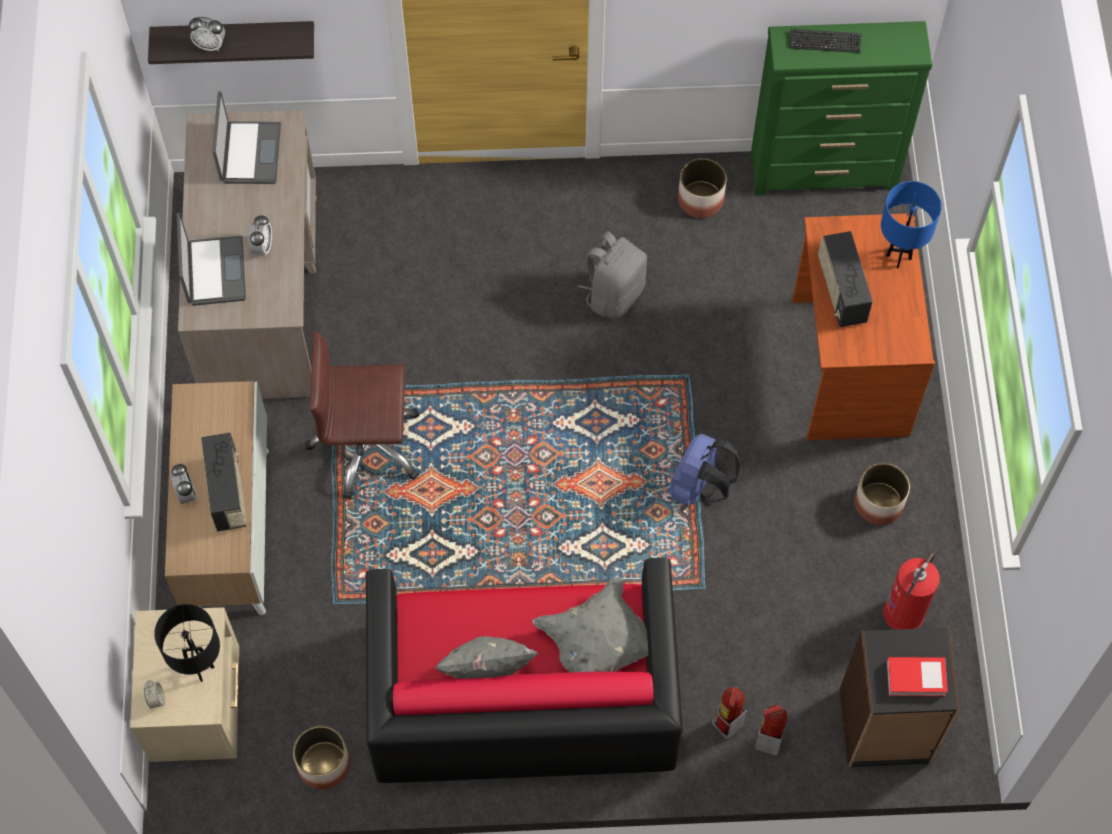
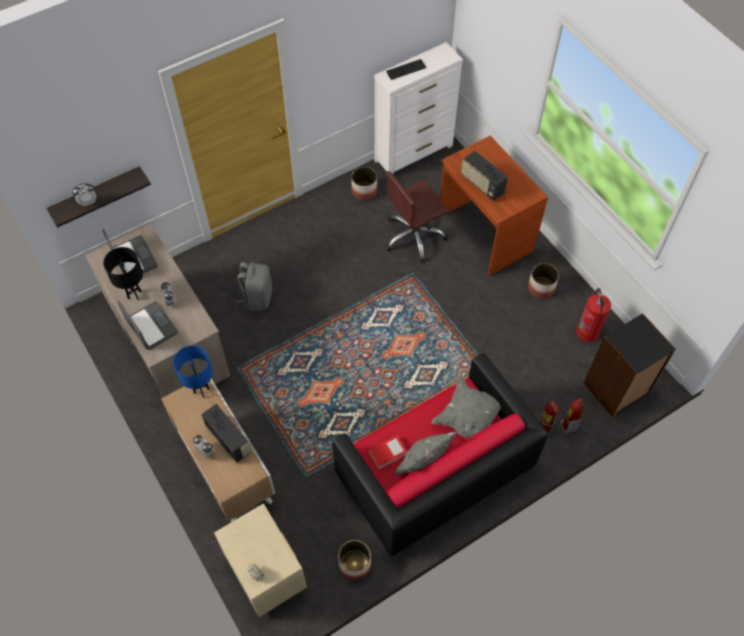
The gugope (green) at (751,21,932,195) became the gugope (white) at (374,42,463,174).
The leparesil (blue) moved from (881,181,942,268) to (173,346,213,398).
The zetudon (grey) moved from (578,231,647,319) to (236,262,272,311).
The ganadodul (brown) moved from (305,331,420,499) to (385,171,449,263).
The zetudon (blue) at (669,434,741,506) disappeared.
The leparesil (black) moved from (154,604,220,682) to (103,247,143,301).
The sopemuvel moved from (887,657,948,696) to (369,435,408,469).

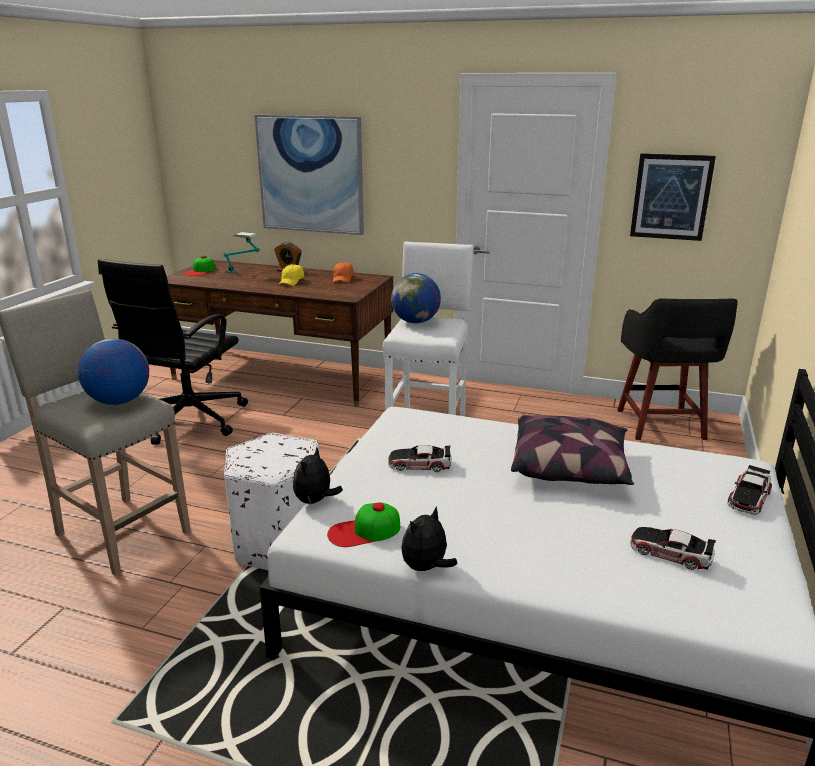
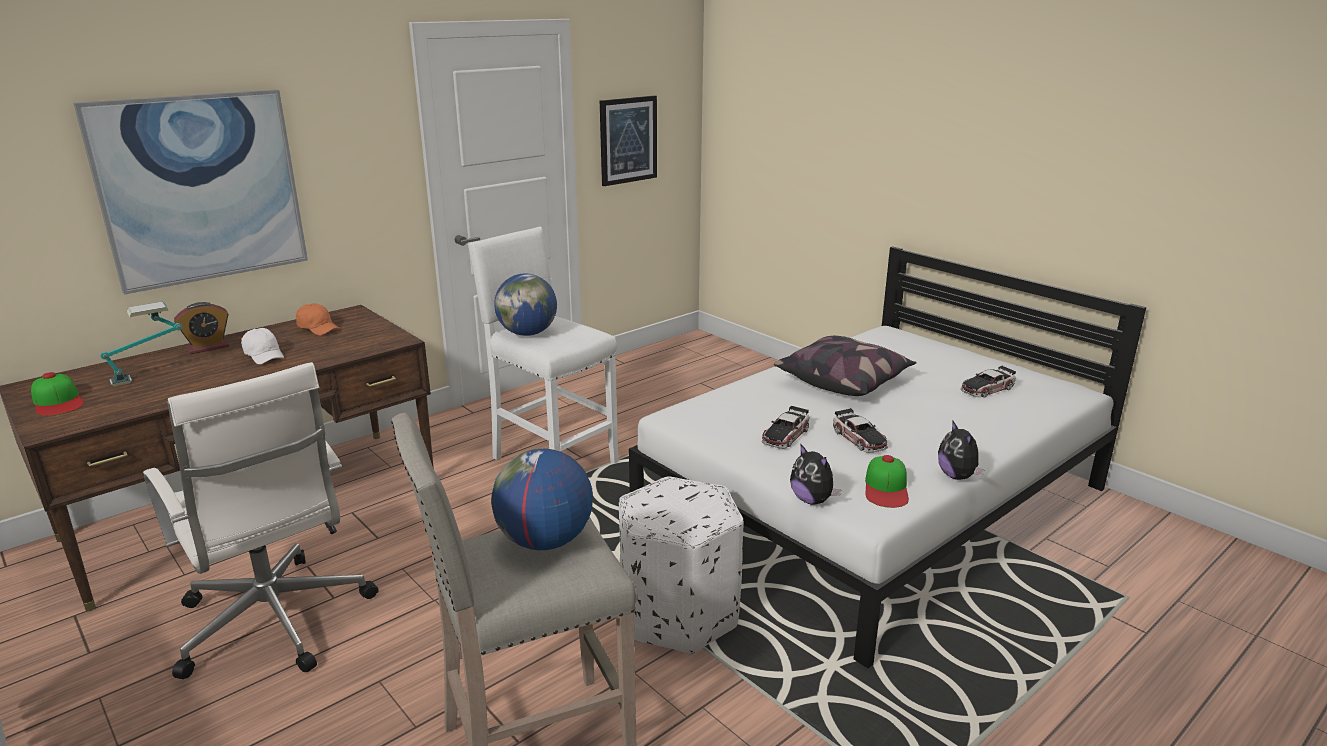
The ganadodul (black) at (98,259,248,445) became the ganadodul (white) at (143,362,378,679).
The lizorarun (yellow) at (279,264,304,286) became the lizorarun (white) at (241,328,284,364).
The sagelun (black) at (617,298,737,440) disappeared.
The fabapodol moved from (728,465,772,515) to (833,408,888,453).

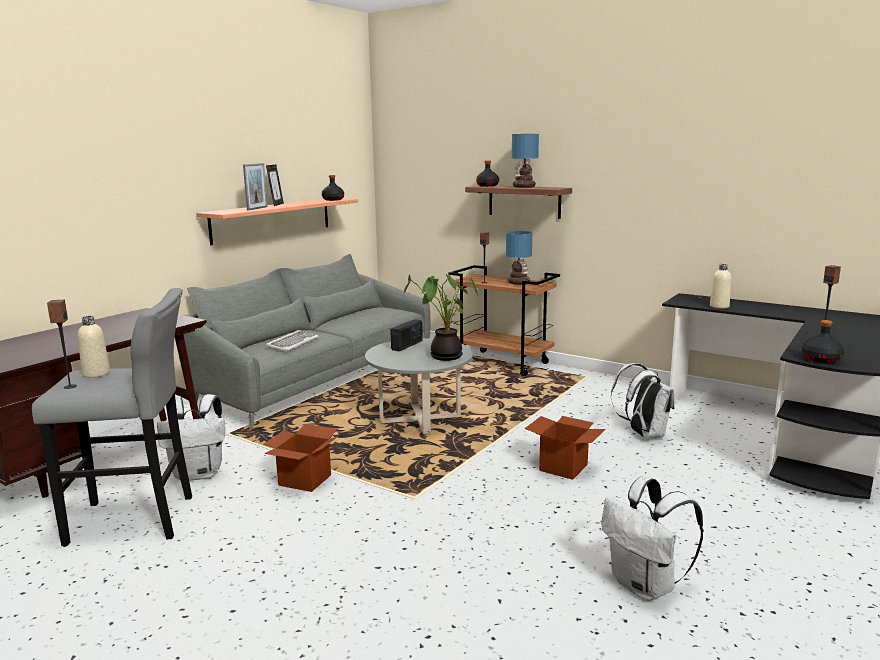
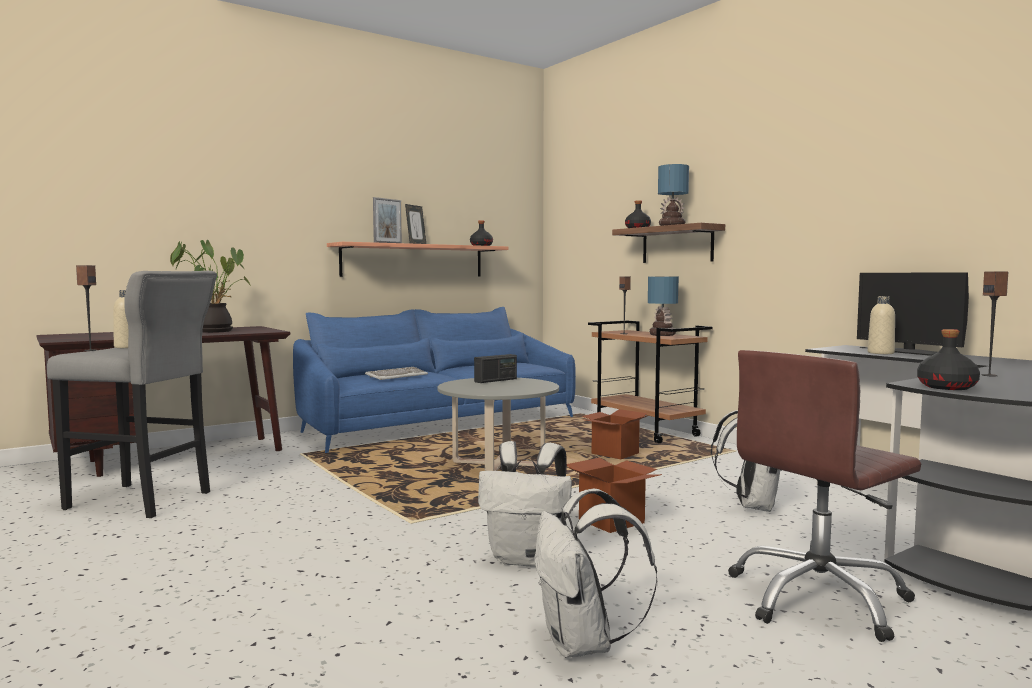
The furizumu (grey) at (183,254,430,429) became the furizumu (blue) at (293,307,576,453).
The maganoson moved from (403,274,478,361) to (170,240,251,333).
The zetudon (white) moved from (157,394,225,481) to (478,441,572,567).
The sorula moved from (263,424,338,492) to (582,409,649,459).
The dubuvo at (857,272,969,356) appeared.
The ganadodul (brown) at (728,350,921,642) appeared.

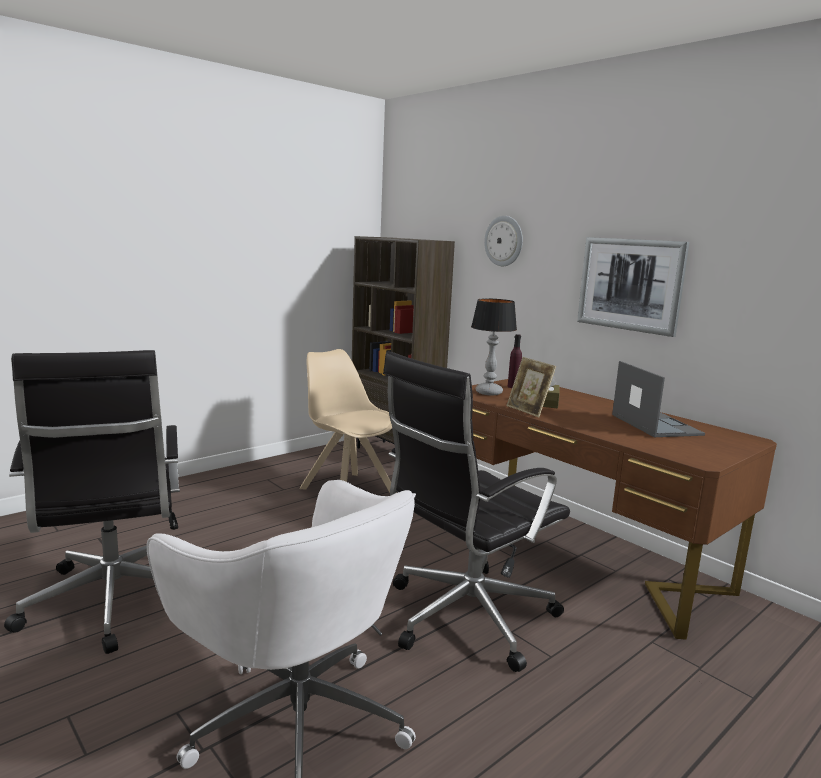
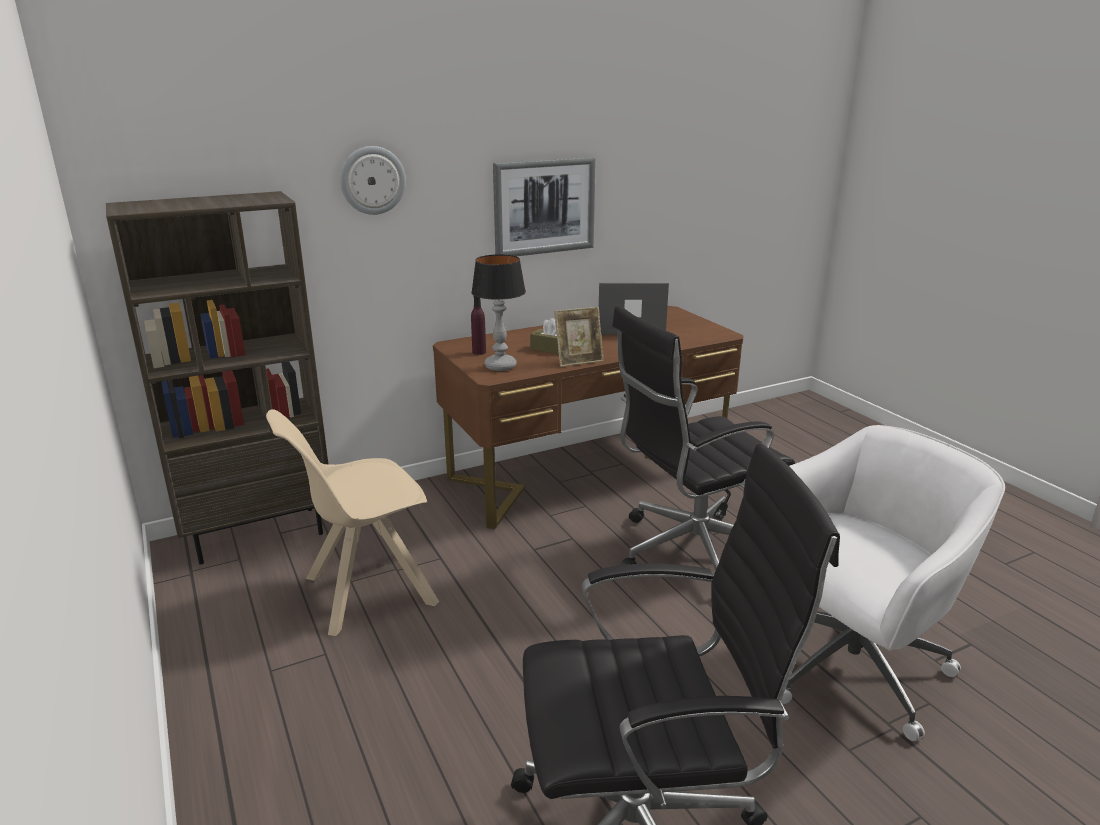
The ganadodul (black) at (383,351,570,672) turned 90 degrees clockwise.

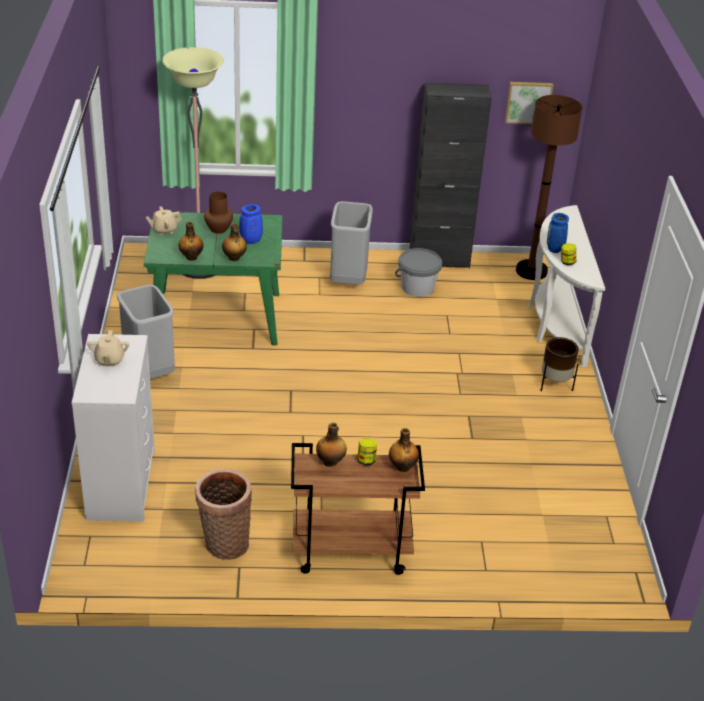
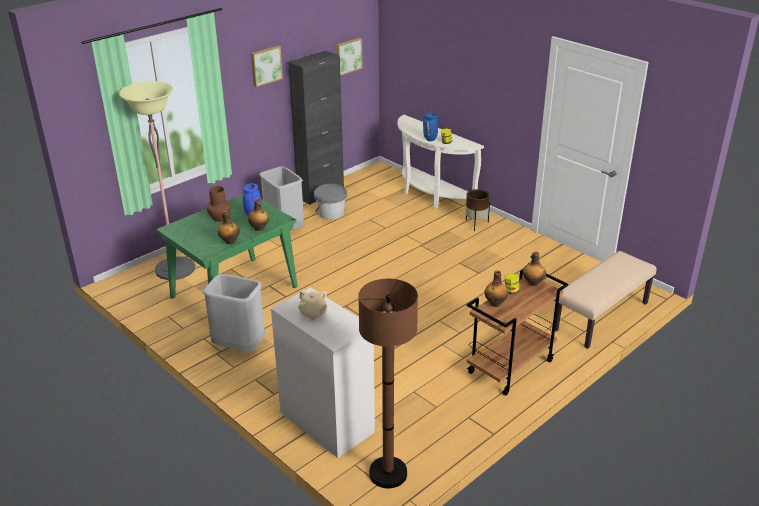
The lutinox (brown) moved from (516,95,582,280) to (358,279,418,488).
The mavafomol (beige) at (146,206,182,235) disappeared.
The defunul at (195,469,252,560) disappeared.
The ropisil at (251,46,283,87) appeared.
The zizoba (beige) at (555,251,657,349) appeared.

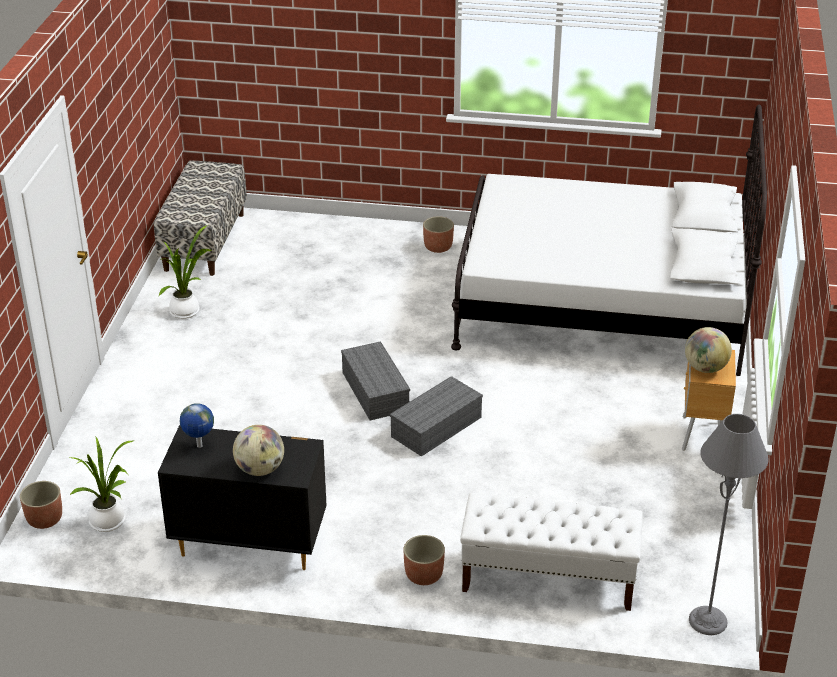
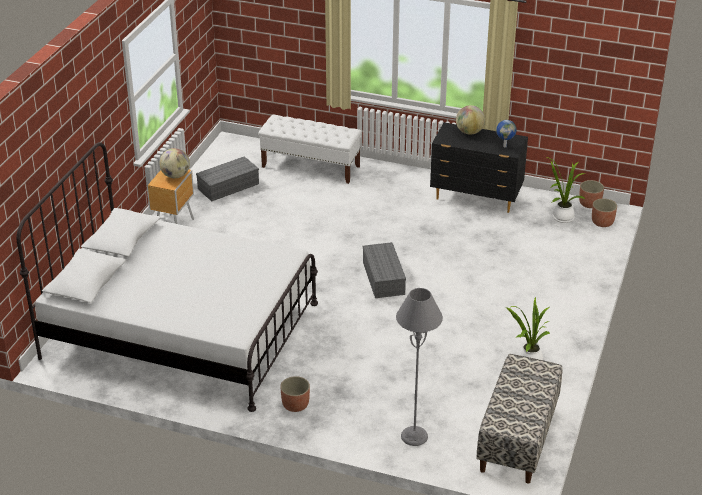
The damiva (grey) moved from (390,376,483,457) to (196,156,259,202).
The lutinox (grey) moved from (689,414,769,635) to (396,288,443,446).
The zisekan moved from (403,535,445,585) to (579,180,604,208).

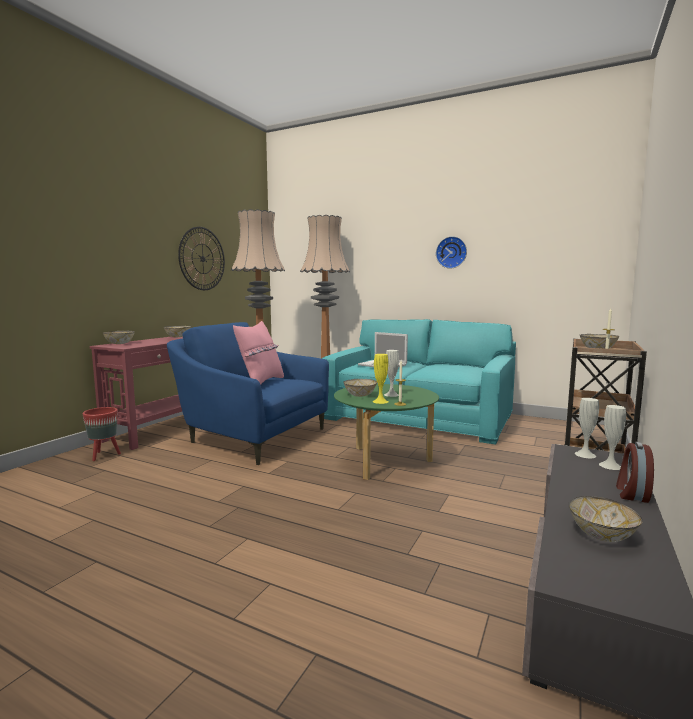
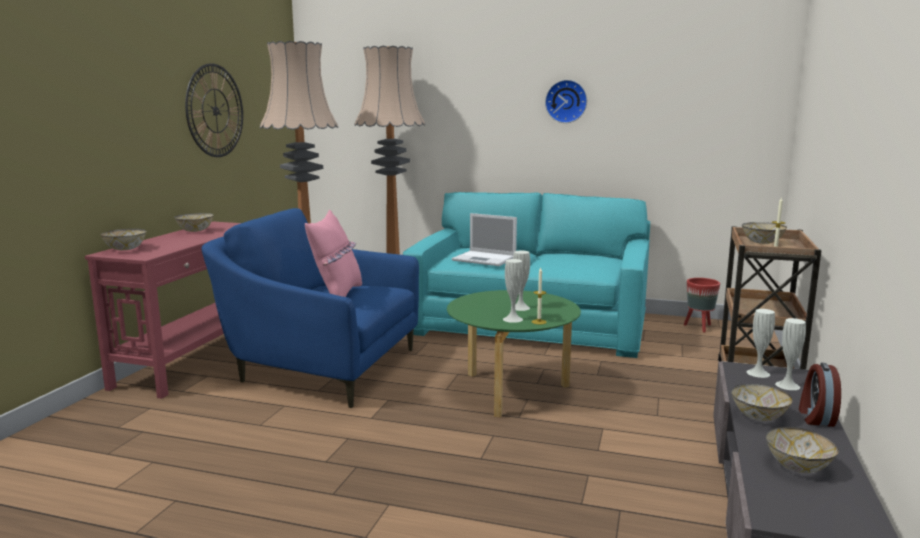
The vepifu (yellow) at (373,354,388,404) became the vepifu (white) at (503,259,523,323).
The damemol moved from (343,379,377,397) to (731,384,792,421).
The zisekan (red) moved from (83,407,121,461) to (684,278,720,332).

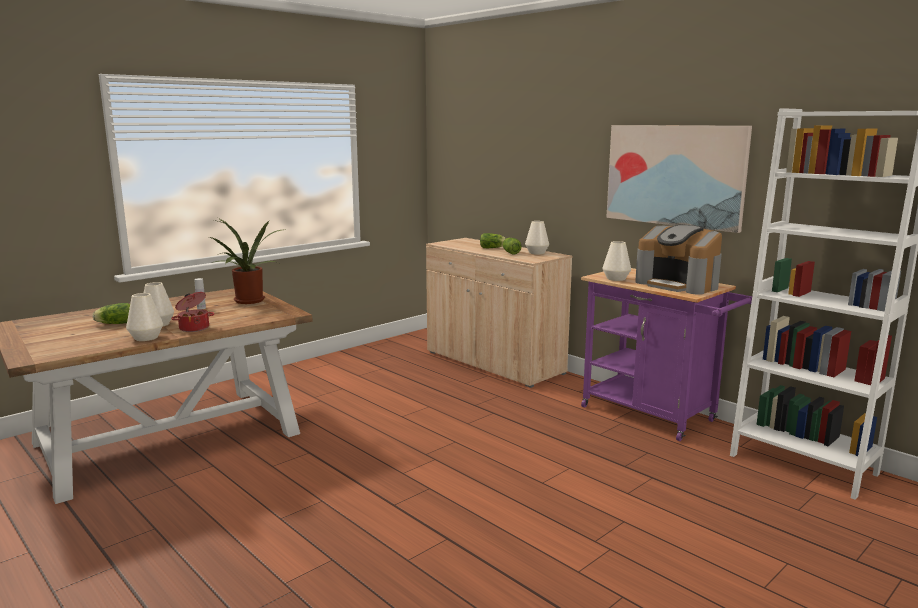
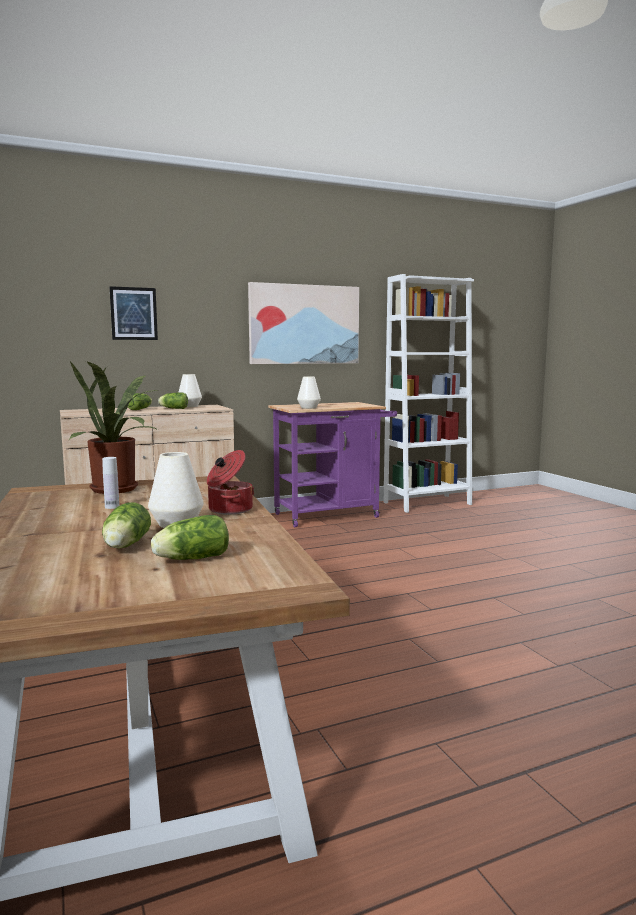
The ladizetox at (635,225,722,295) disappeared.
The vepifu (white) at (126,293,163,341) disappeared.
The ropisil at (109,286,158,340) appeared.
The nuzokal at (151,515,229,560) appeared.

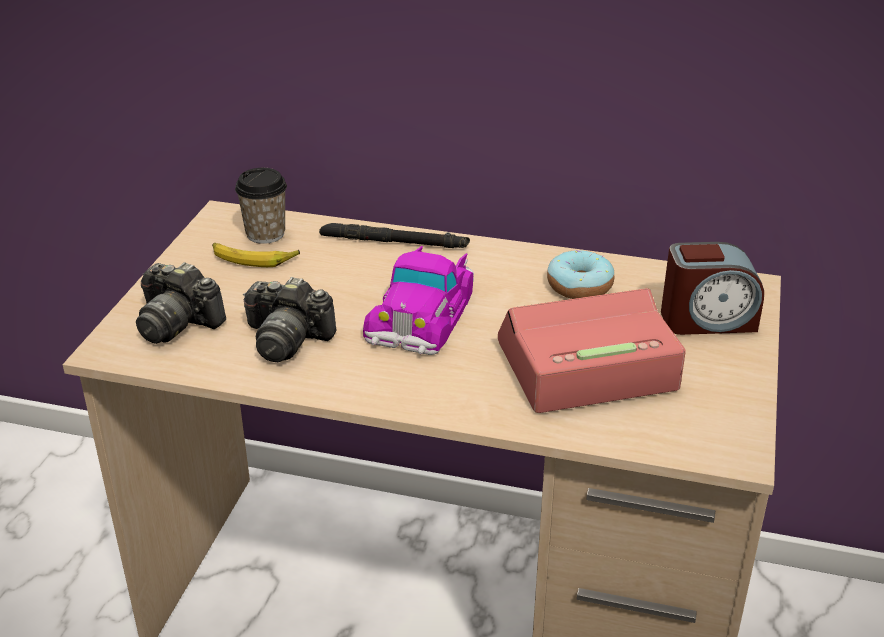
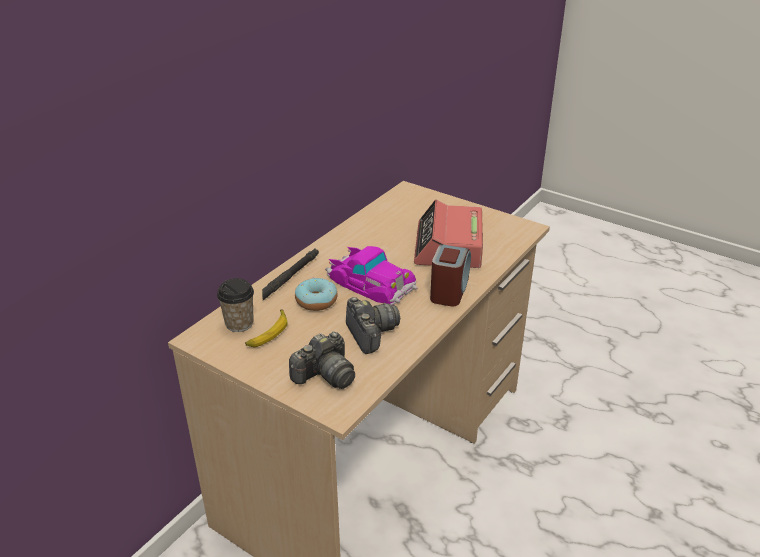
The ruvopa moved from (661,242,764,335) to (430,244,471,306).
The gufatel moved from (547,250,614,299) to (295,277,338,311).
The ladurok at (243,277,336,362) turned 60 degrees counterclockwise.

